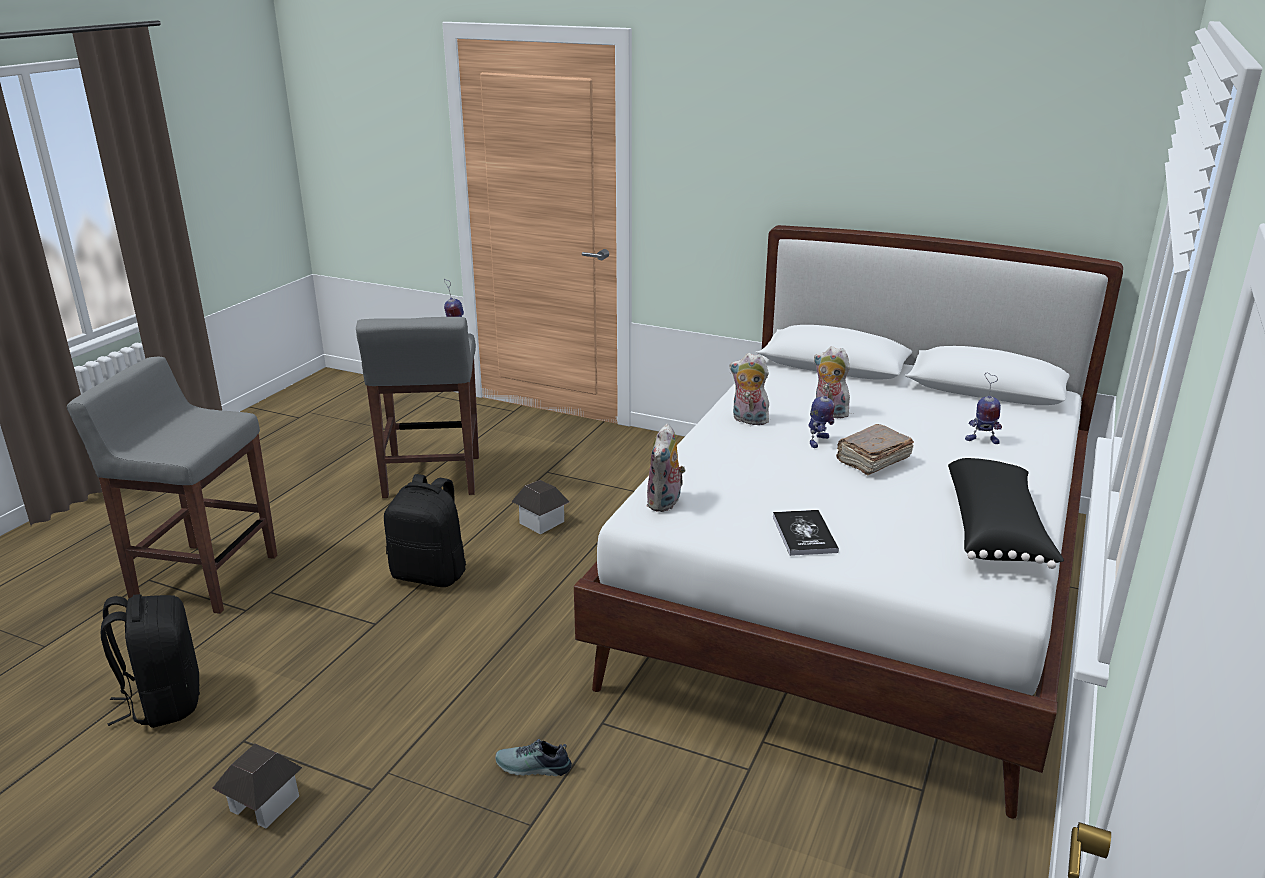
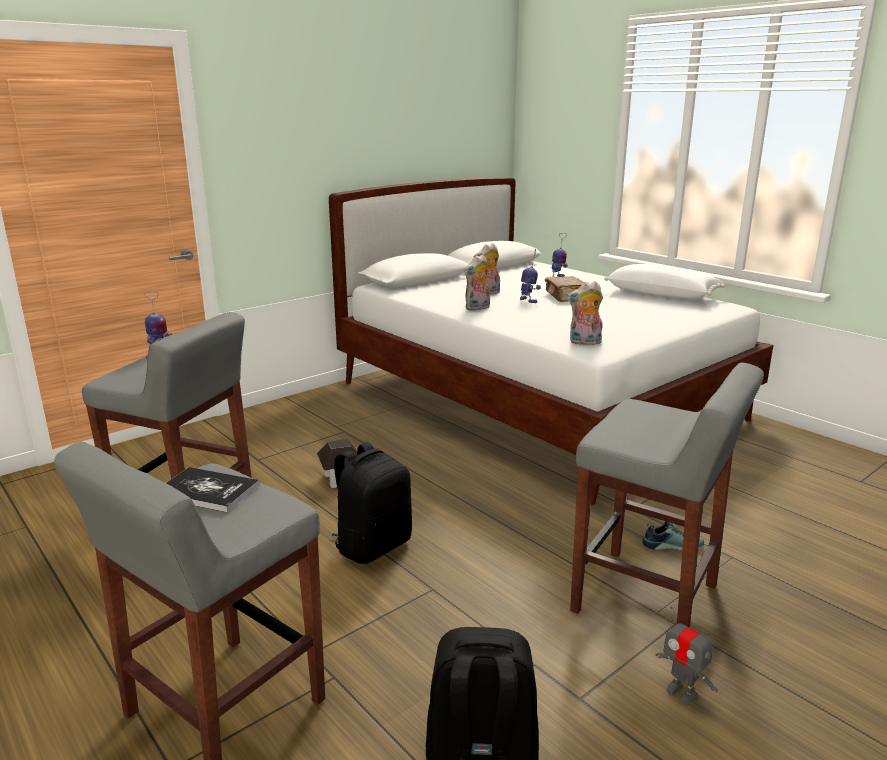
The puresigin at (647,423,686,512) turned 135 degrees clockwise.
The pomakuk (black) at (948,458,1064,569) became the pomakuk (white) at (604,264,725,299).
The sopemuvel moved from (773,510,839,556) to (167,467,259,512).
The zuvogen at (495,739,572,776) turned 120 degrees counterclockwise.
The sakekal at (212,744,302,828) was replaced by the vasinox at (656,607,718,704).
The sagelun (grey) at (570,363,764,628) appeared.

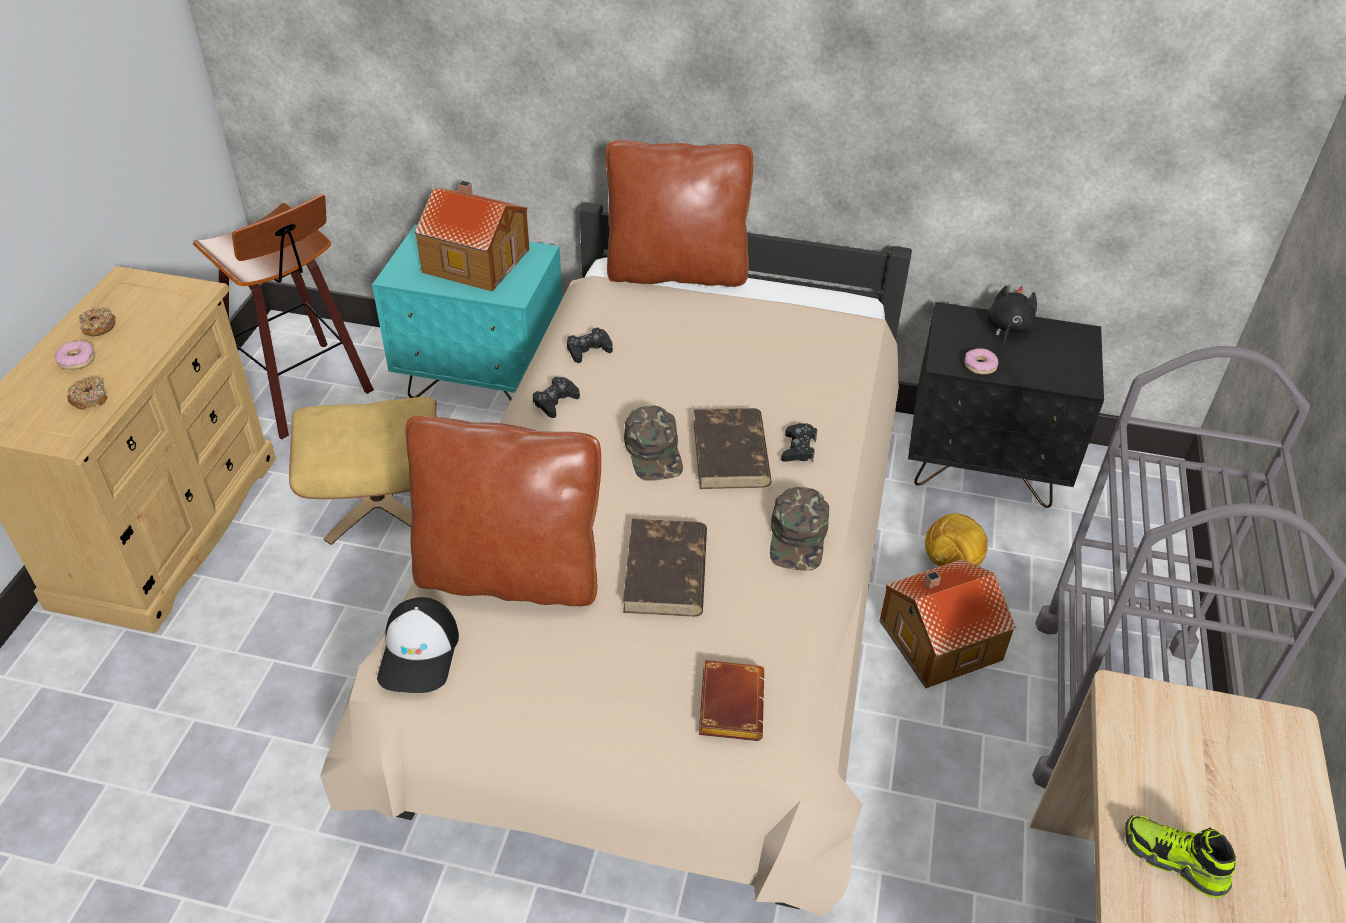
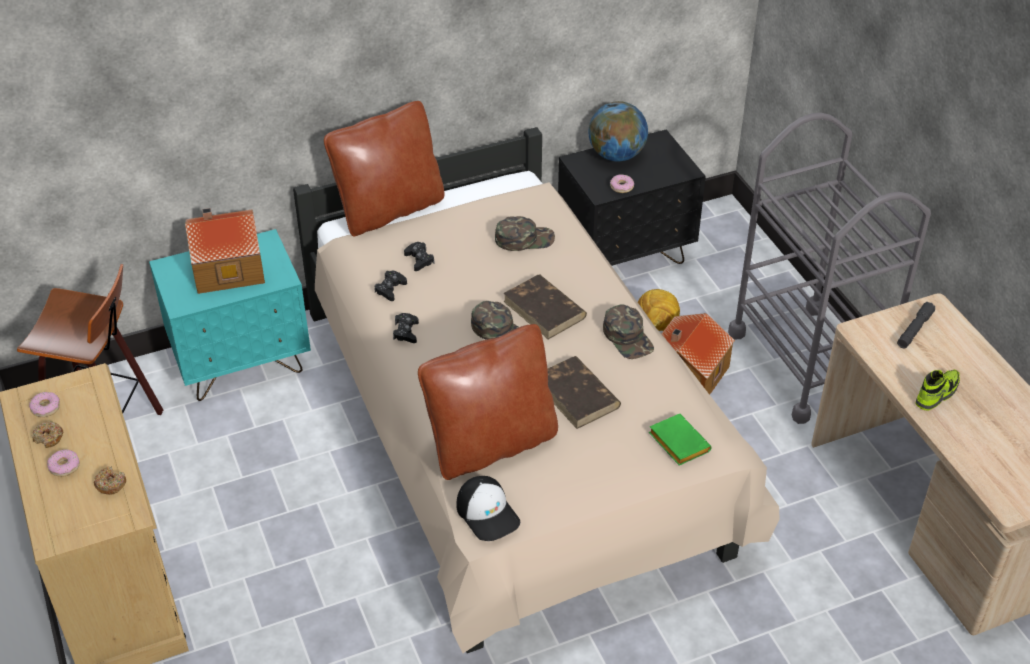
The puresigin (black) at (987,285,1037,347) was replaced by the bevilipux at (588,101,648,162).
The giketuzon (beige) at (289,397,437,545) disappeared.
The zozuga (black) moved from (781,423,817,462) to (404,242,435,271).
The sopemuvel (brown) at (699,660,765,741) became the sopemuvel (green) at (649,414,712,465).
The zuvogen at (1125,815,1236,898) turned 135 degrees clockwise.
The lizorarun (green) at (495,216,555,251) appeared.
The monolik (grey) at (897,302,935,348) appeared.
The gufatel at (29,392,60,417) appeared.

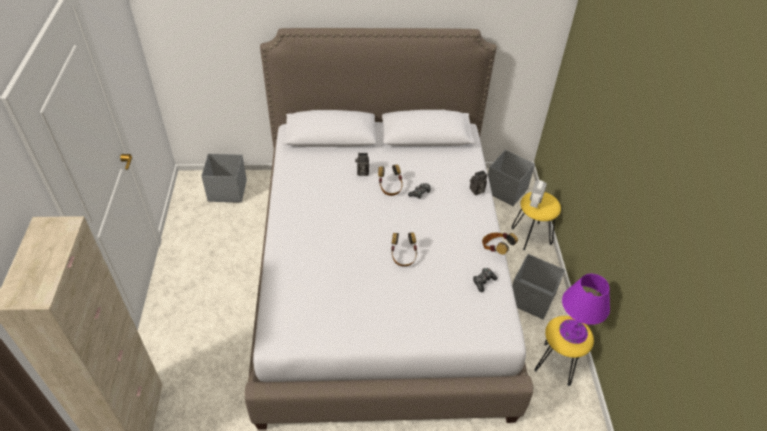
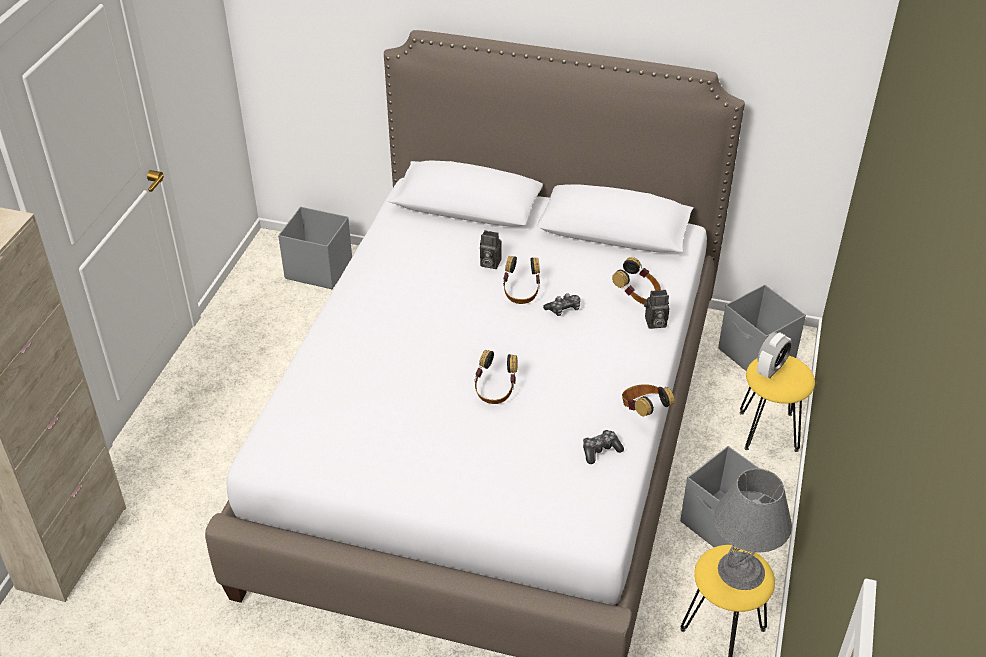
The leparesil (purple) at (559,274,610,344) became the leparesil (grey) at (713,468,792,590).
The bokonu at (612,257,661,304) appeared.

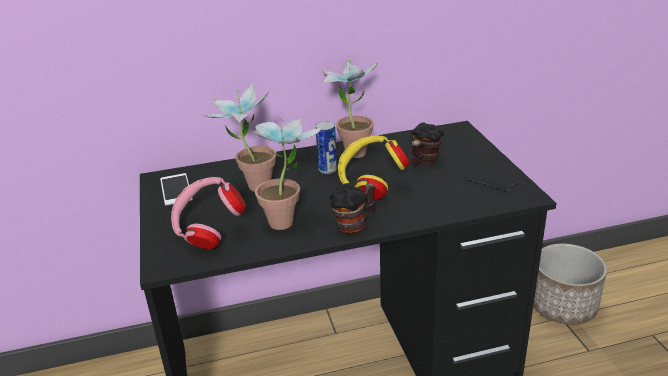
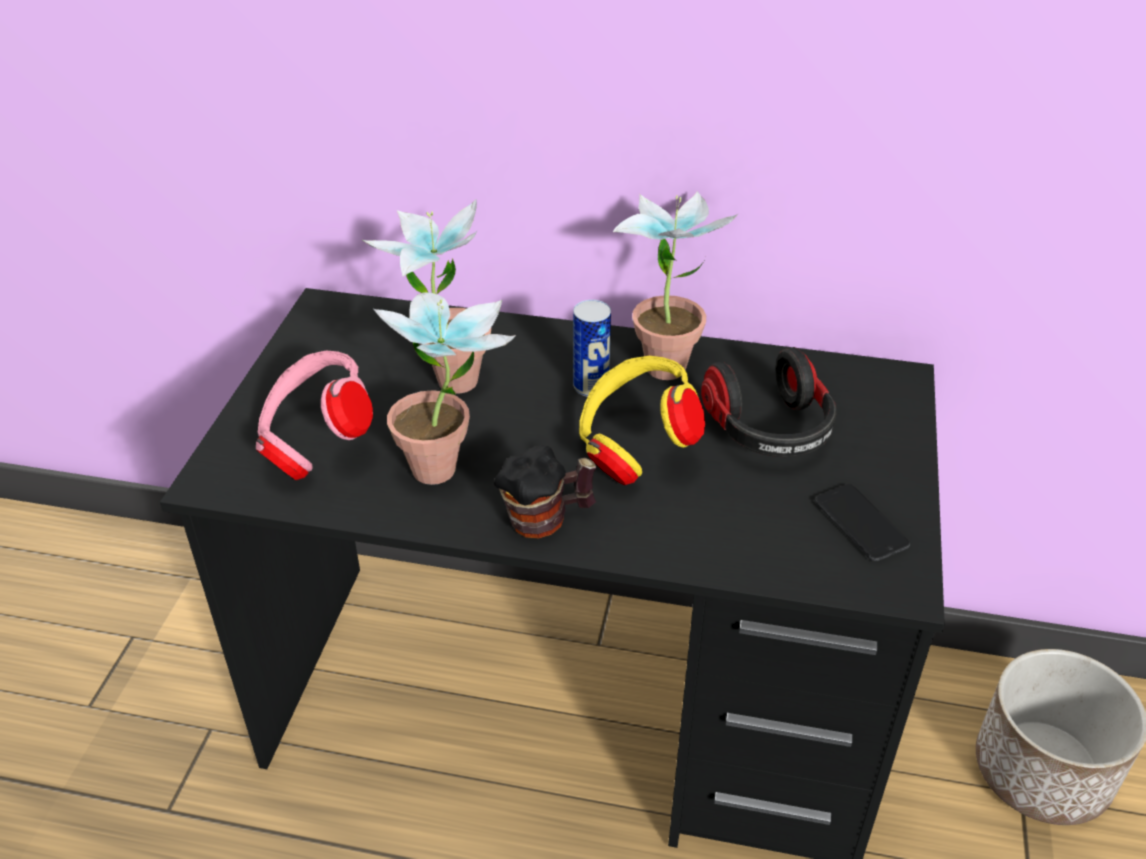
The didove at (411,122,444,165) was replaced by the bokonu at (701,347,837,457).
The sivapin at (160,173,193,205) disappeared.

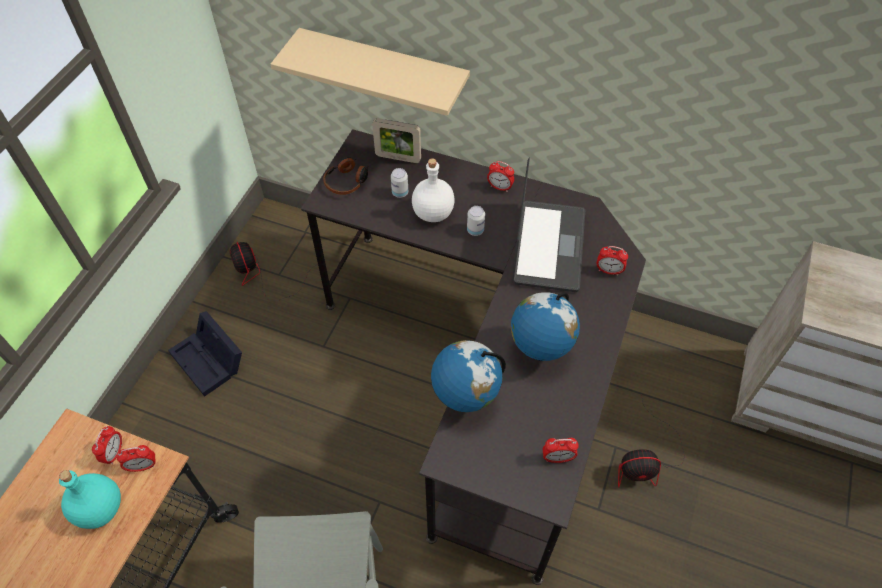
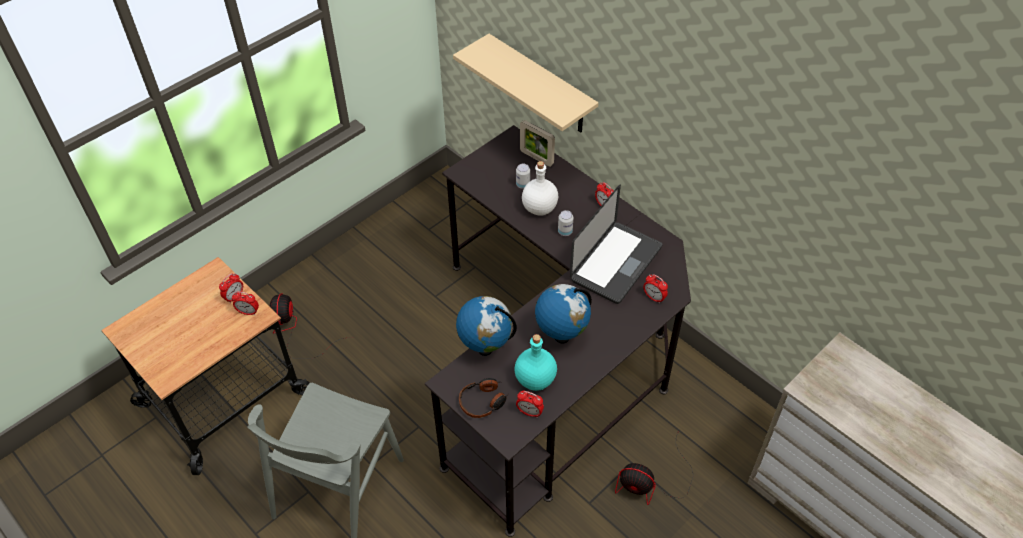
The bokonu moved from (323,157,368,195) to (459,378,509,418).
The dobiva moved from (230,242,326,301) to (269,293,355,359).
The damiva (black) at (168,311,242,397) disappeared.
The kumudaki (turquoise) moved from (59,470,121,529) to (514,334,557,391).

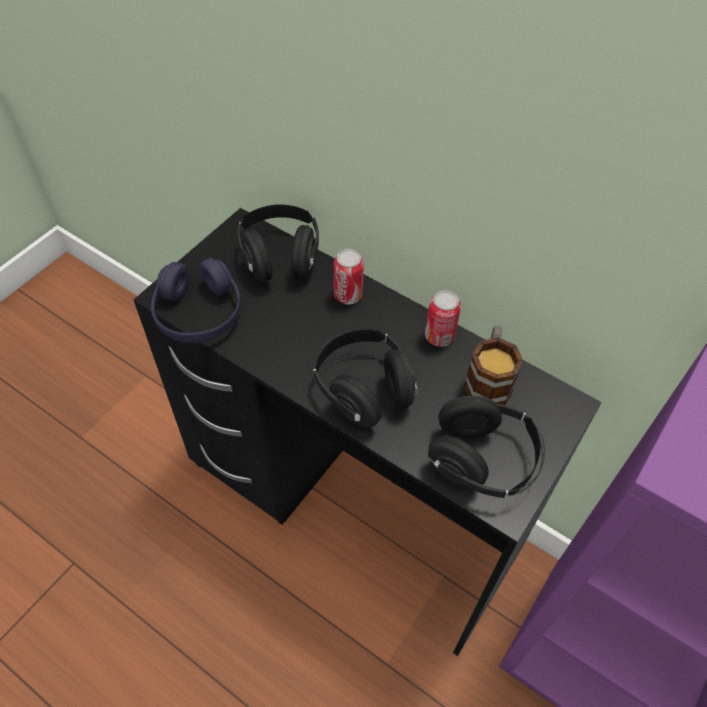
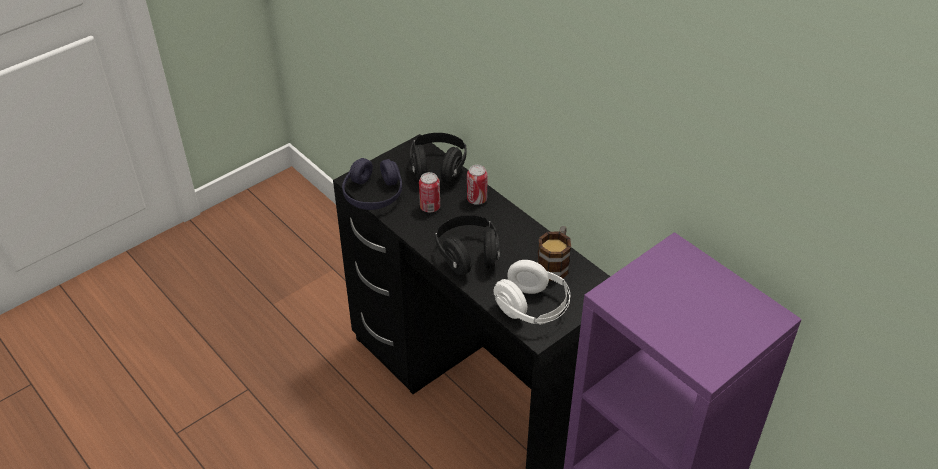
The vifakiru moved from (425,290,461,347) to (419,172,440,212).
The bokonu (black) at (428,396,545,498) became the bokonu (white) at (492,260,570,325).

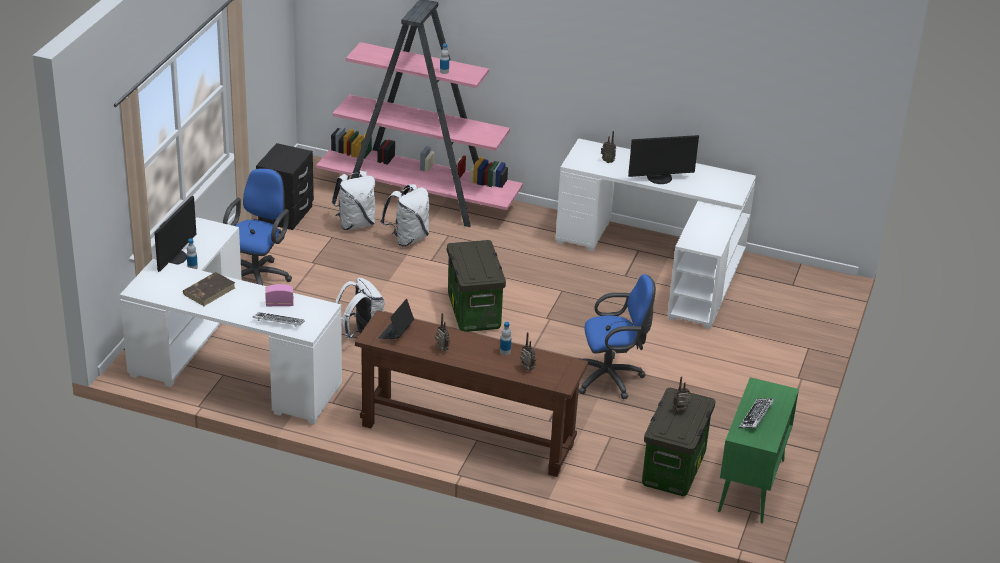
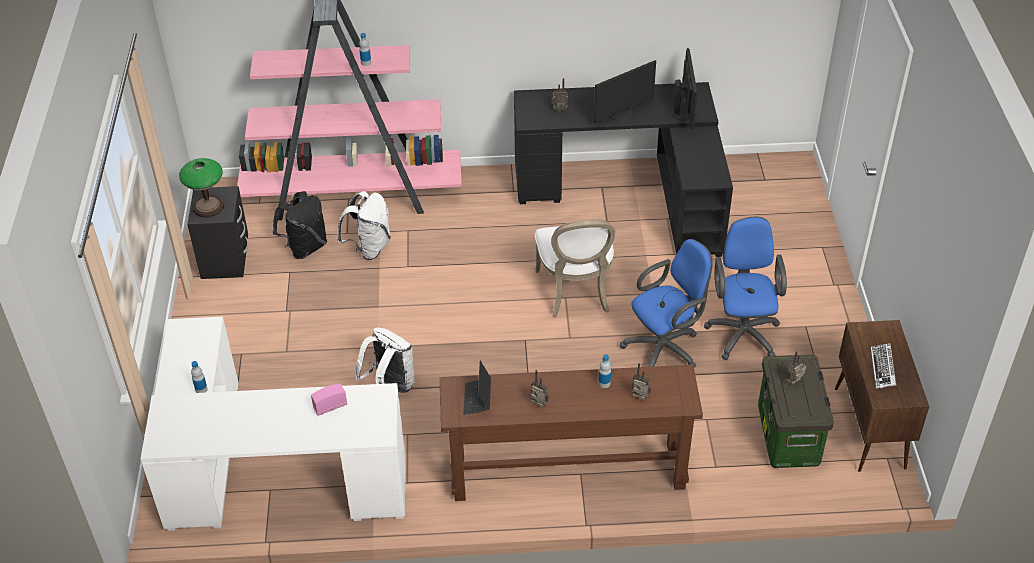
The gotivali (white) at (556,138,756,329) became the gotivali (black) at (514,82,733,257).
The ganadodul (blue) moved from (223,168,292,285) to (704,216,787,360).
The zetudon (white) at (332,171,375,230) became the zetudon (black) at (273,191,327,259).
The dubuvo moved from (154,196,196,272) to (671,48,698,130).
The damiva at (447,240,506,332) disappeared.
The sopemuvel (brown) at (183,272,235,306) disappeared.
The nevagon at (252,312,305,327) disappeared.
The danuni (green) at (718,377,799,523) became the danuni (brown) at (835,320,929,472).
The leparesil at (179,158,224,218) appeared.
The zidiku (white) at (535,220,615,318) appeared.

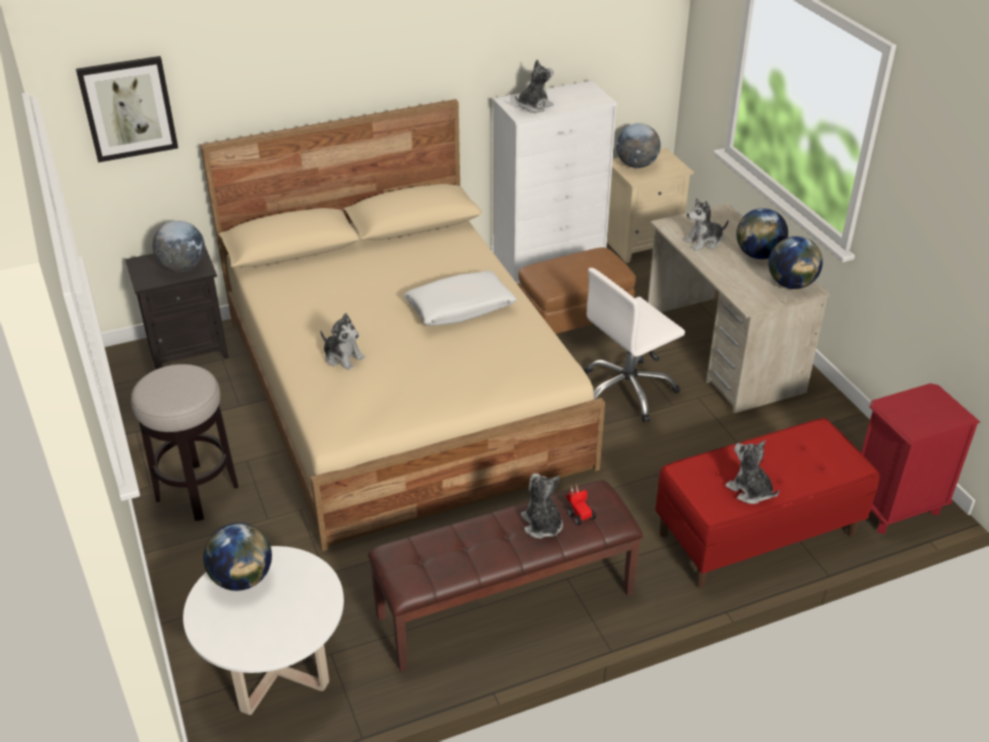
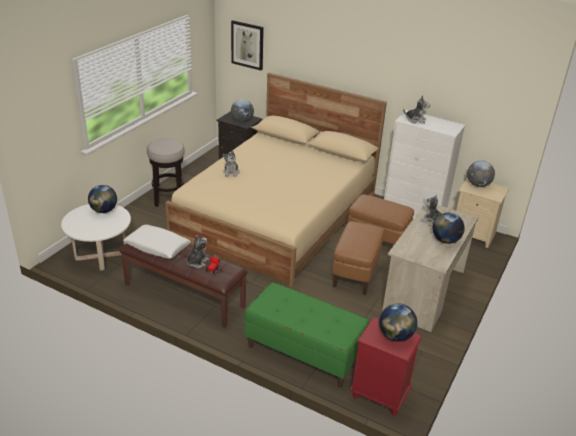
The bevilipux moved from (768,236,823,289) to (379,303,417,342).
The ganadodul (white) at (584,268,685,422) was replaced by the giketuzon (brown) at (332,221,384,295).
The pomakuk (white) moved from (404,271,517,326) to (123,224,191,259).
The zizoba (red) at (655,418,880,588) became the zizoba (green) at (245,282,369,388).
The puresigin at (725,440,779,504) disappeared.

